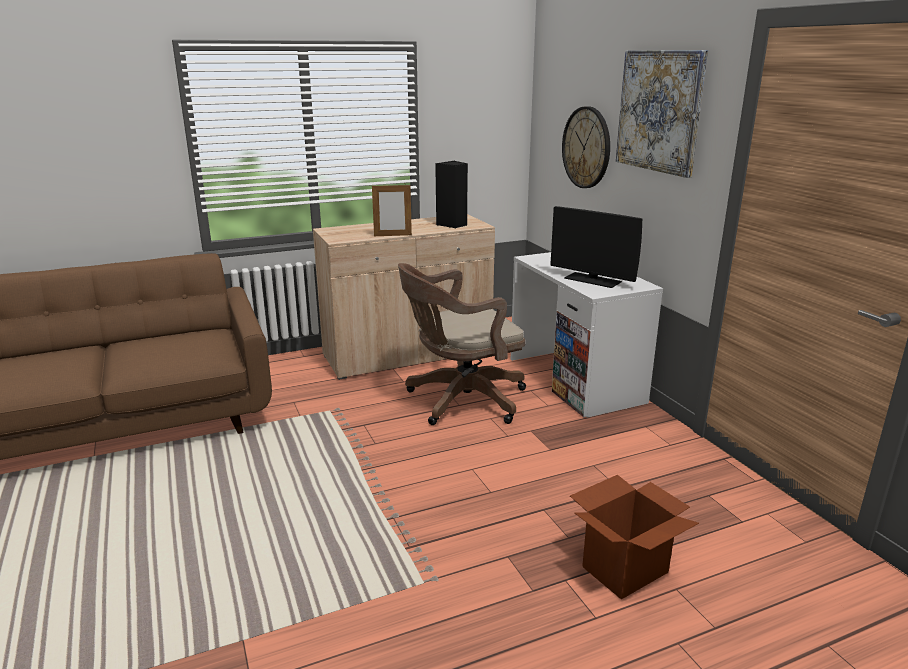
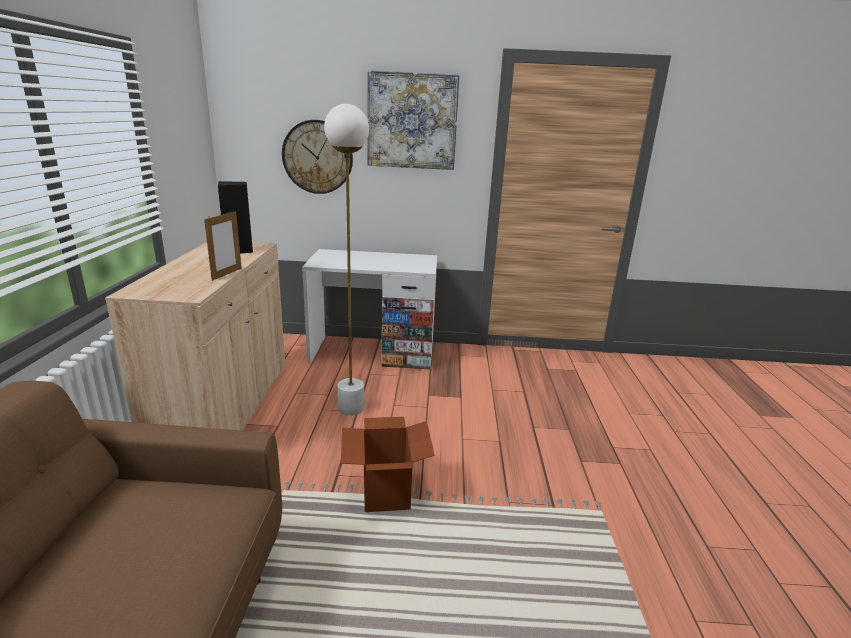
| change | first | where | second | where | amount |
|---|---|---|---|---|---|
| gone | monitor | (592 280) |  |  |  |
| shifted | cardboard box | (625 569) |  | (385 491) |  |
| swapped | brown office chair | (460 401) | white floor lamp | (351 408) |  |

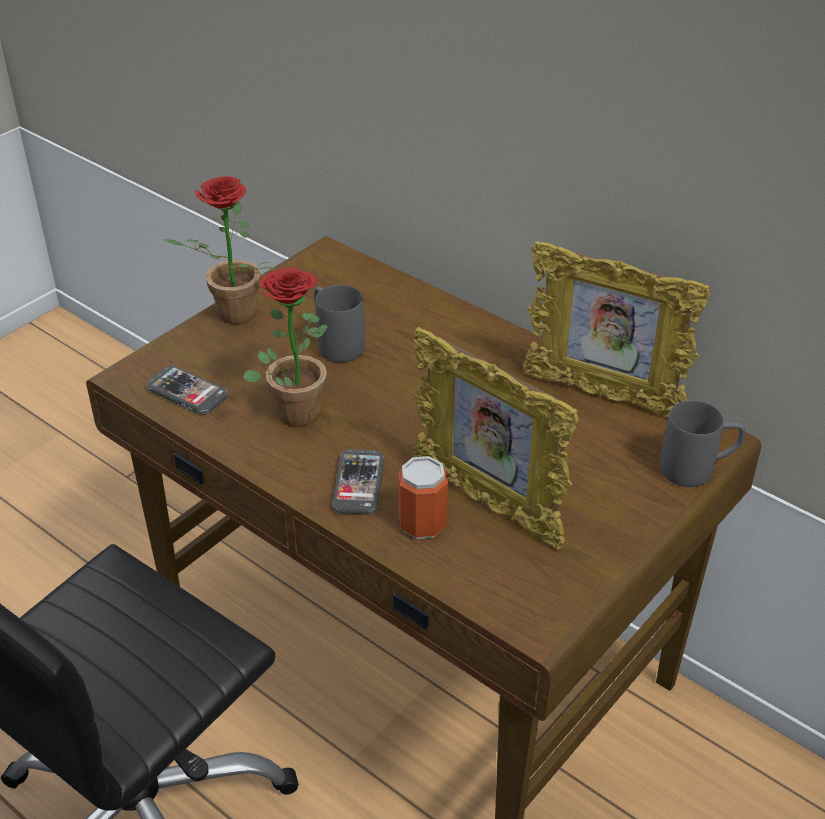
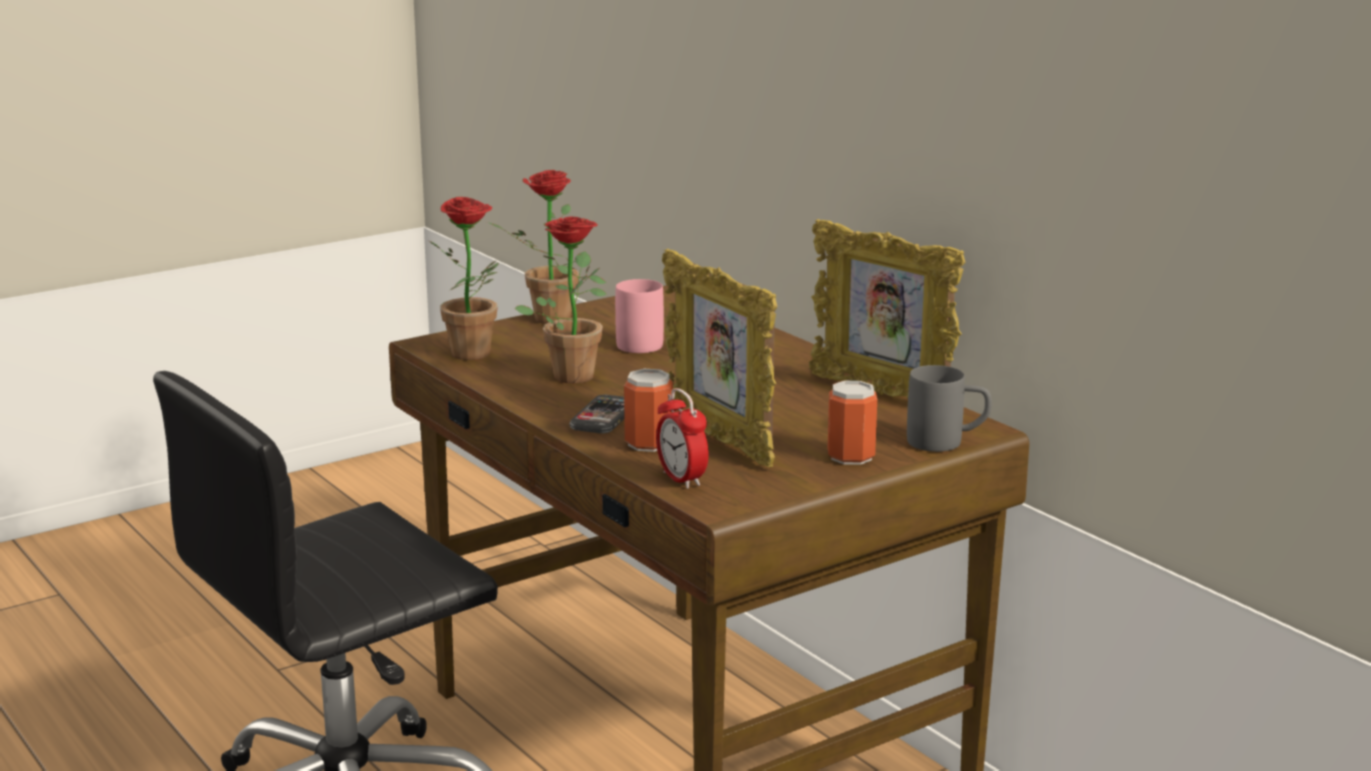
| change | first | where | second | where | amount |
|---|---|---|---|---|---|
| new |  |  | alarm clock | (681 479) |  |
| new |  |  | can | (851 456) |  |
| swapped | phone | (187 392) | potted plant | (476 355) |  |
| repainted | grey mug | (335 343) | pink mug | (636 342) |  |

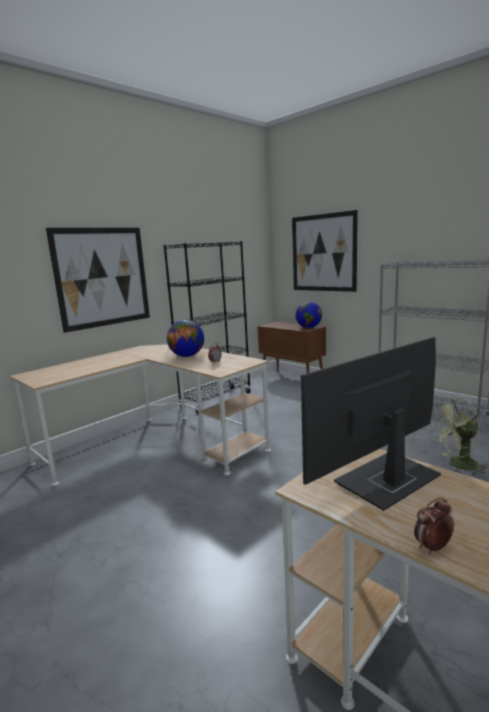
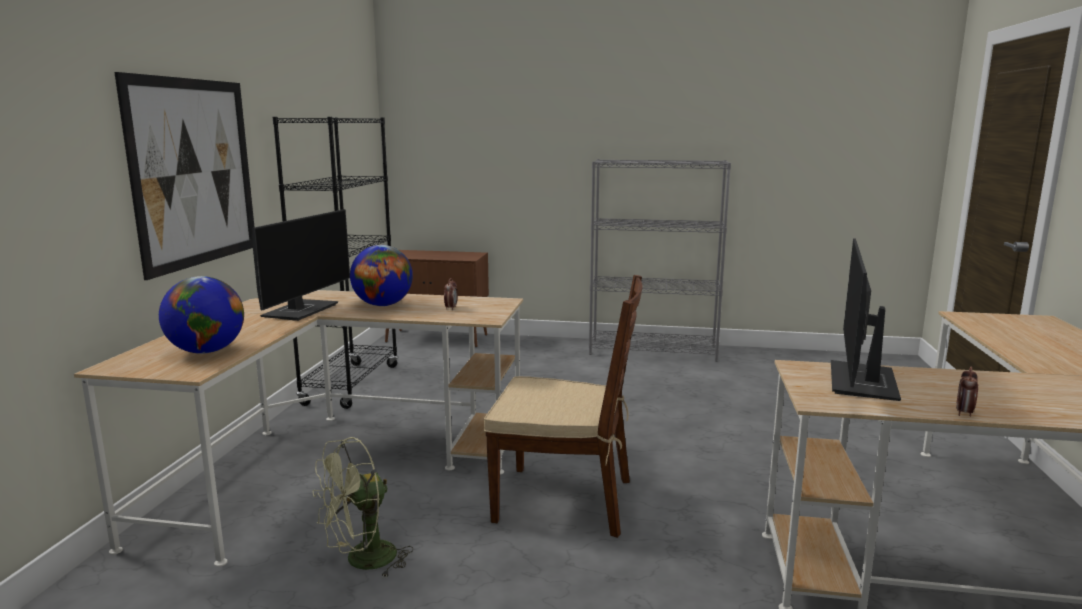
| change | first | where | second | where | amount |
|---|---|---|---|---|---|
| gone | picture | (323 253) |  |  |  |
| new |  |  | monitor | (301 310) |  |
| new |  |  | brown chair | (565 500) |  |
| shifted | globe | (308 327) |  | (206 351) |  |
| shifted | green fan | (458 465) |  | (362 561) |  |

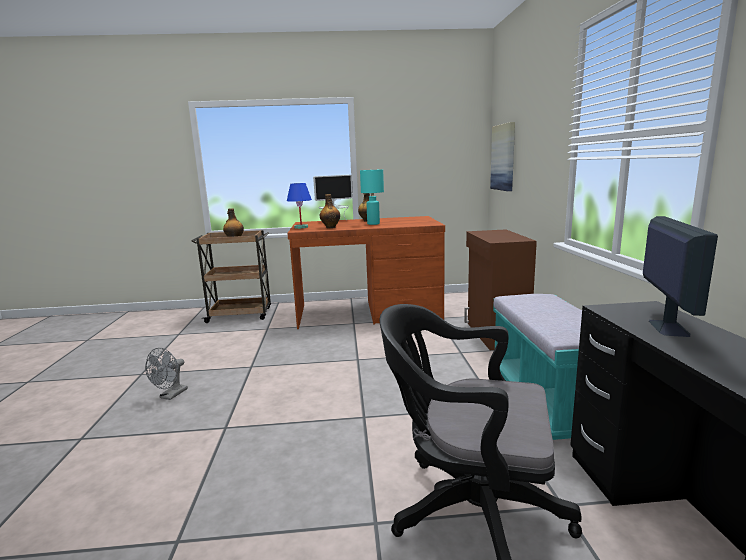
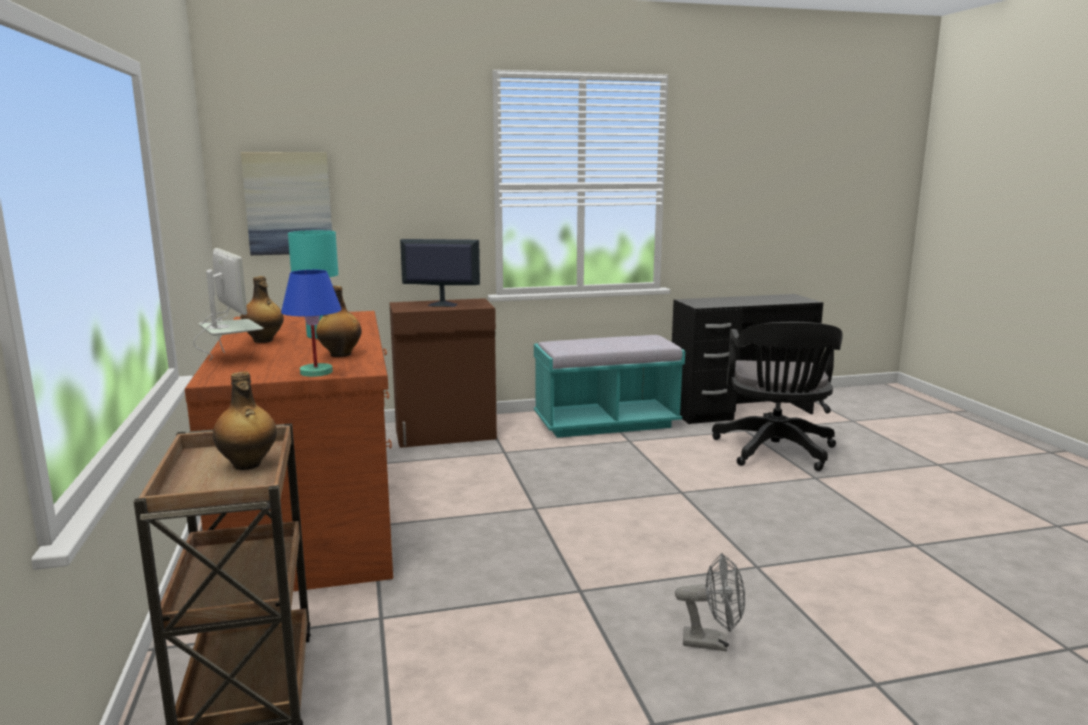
| change | first | where | second | where | amount |
|---|---|---|---|---|---|
| shifted | monitor | (667 327) |  | (441 305) |  |

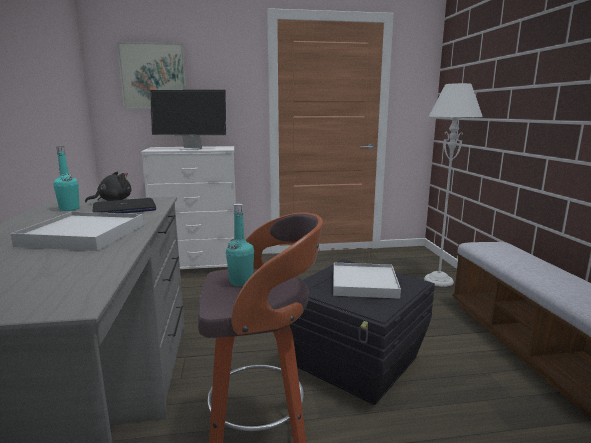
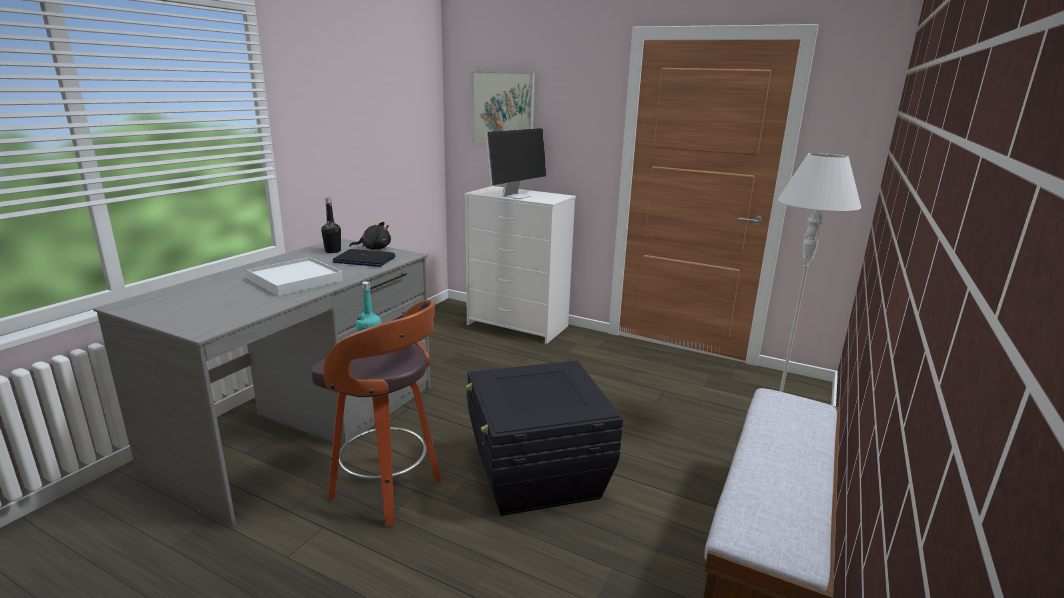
| change | first | where | second | where | amount |
|---|---|---|---|---|---|
| gone | white tray | (364 283) |  |  |  |
| repainted | turquoise bottle | (69 209) | black bottle | (333 251) |  |
| rotated | monitor | (192 149) |  | (516 196) | 90 degrees counterclockwise |

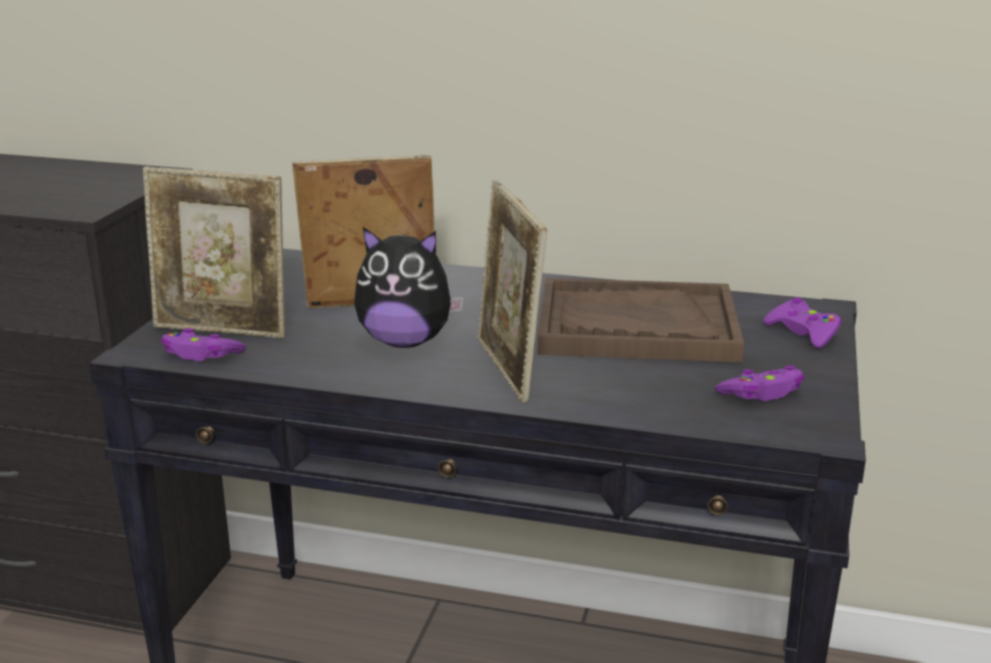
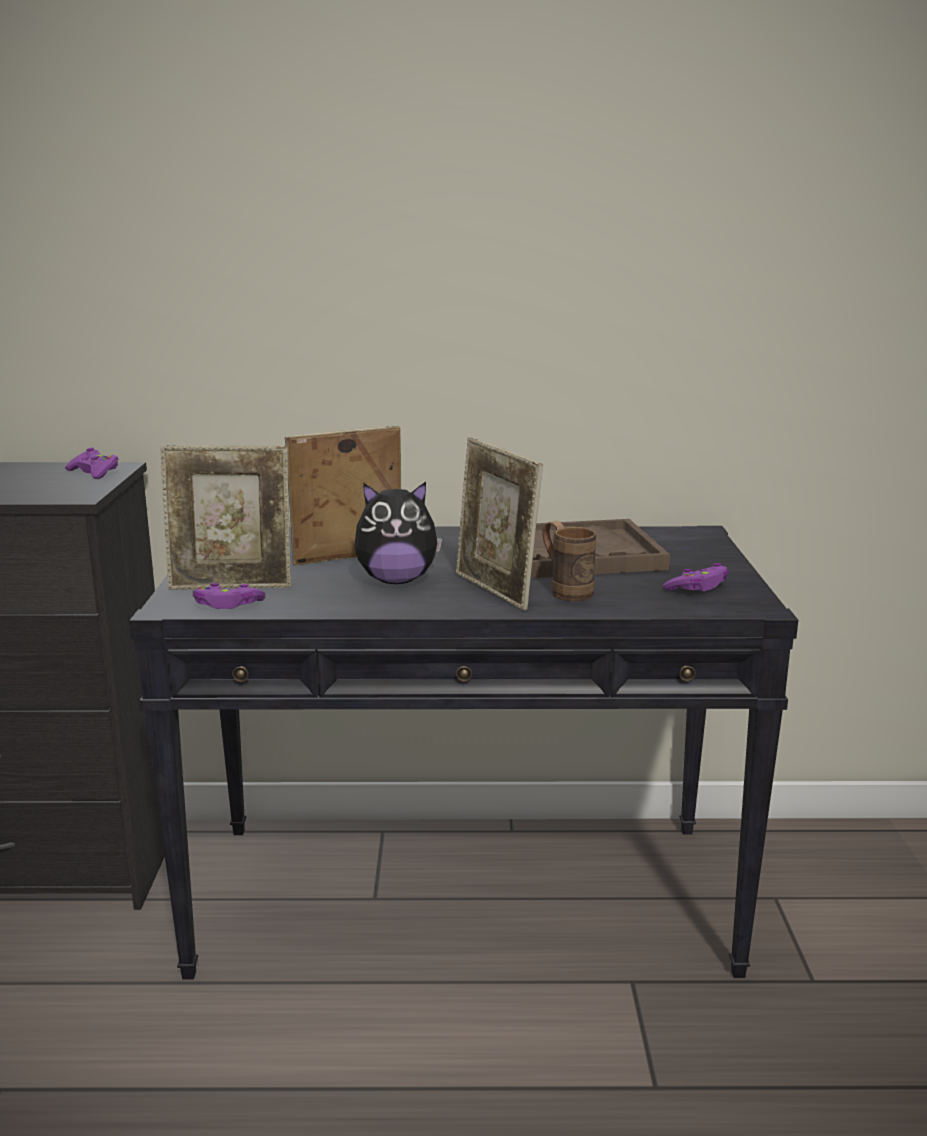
| change | first | where | second | where | amount |
|---|---|---|---|---|---|
| new |  |  | brown mug | (565 591) |  |
| shifted | purple game controller | (803 332) |  | (94 472) |  |

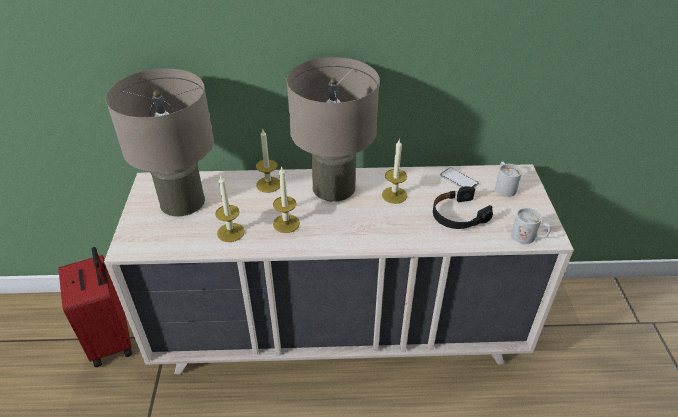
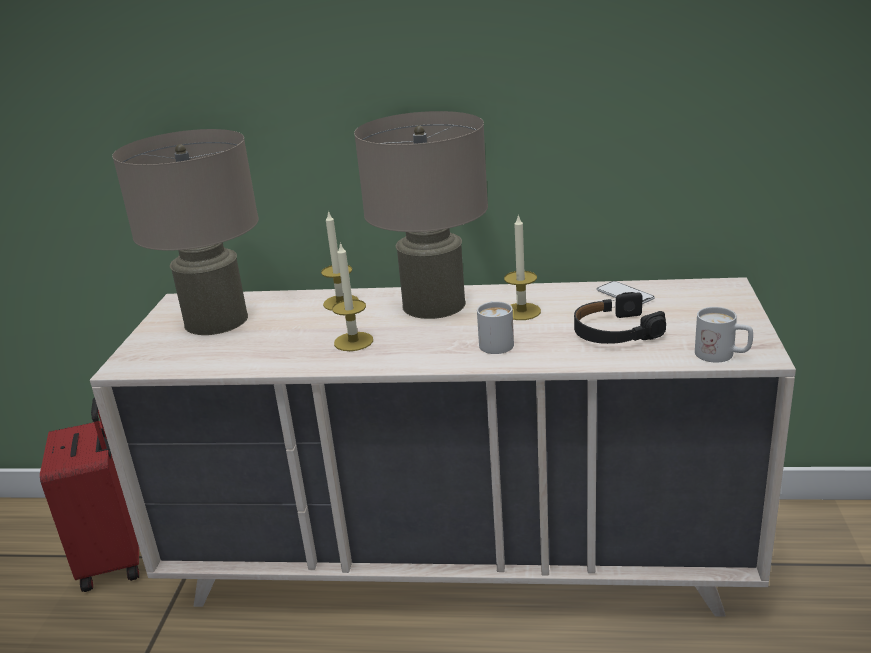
| change | first | where | second | where | amount |
|---|---|---|---|---|---|
| gone | candle | (230 232) |  |  |  |
| shifted | white mug | (503 186) |  | (495 342) |  |

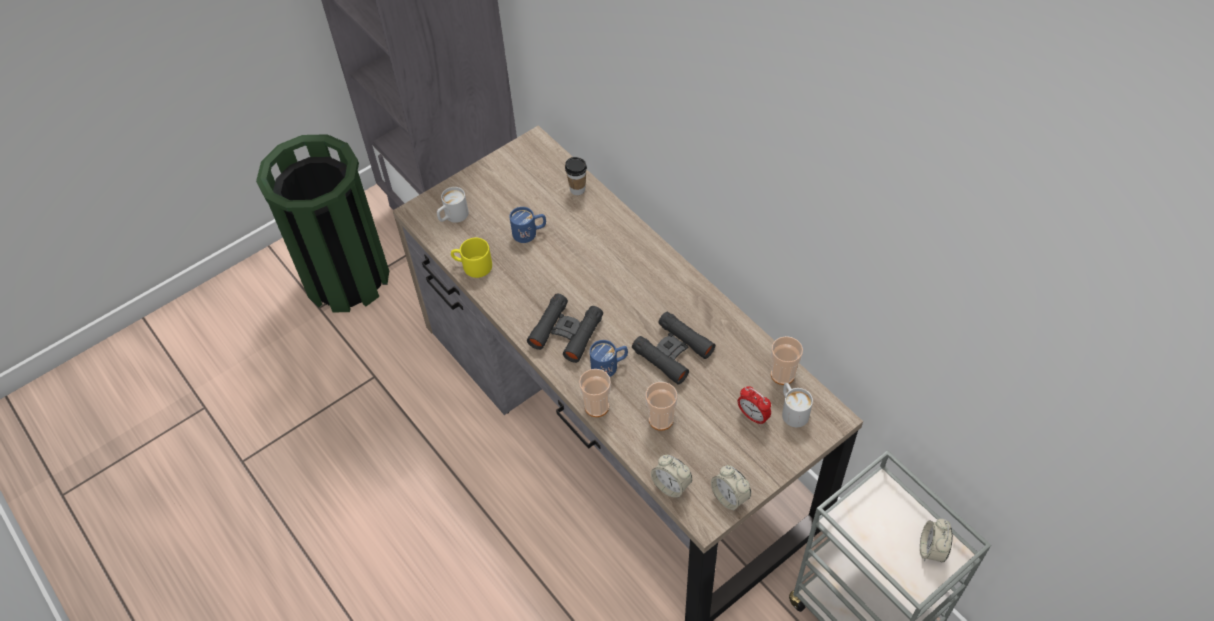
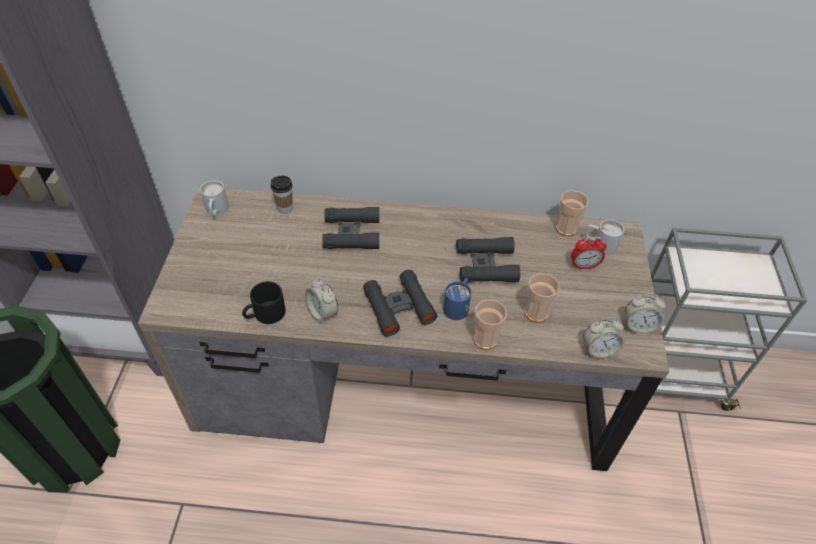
| change | first | where | second | where | amount |
|---|---|---|---|---|---|
| gone | blue mug | (529 233) |  |  |  |
| new |  |  | black binoculars | (352 233) |  |
| shifted | white mug | (452 217) |  | (216 211) |  |
| shifted | alarm clock | (931 549) |  | (323 313) |  |
| repainted | yellow mug | (472 266) | black mug | (265 315) |  |

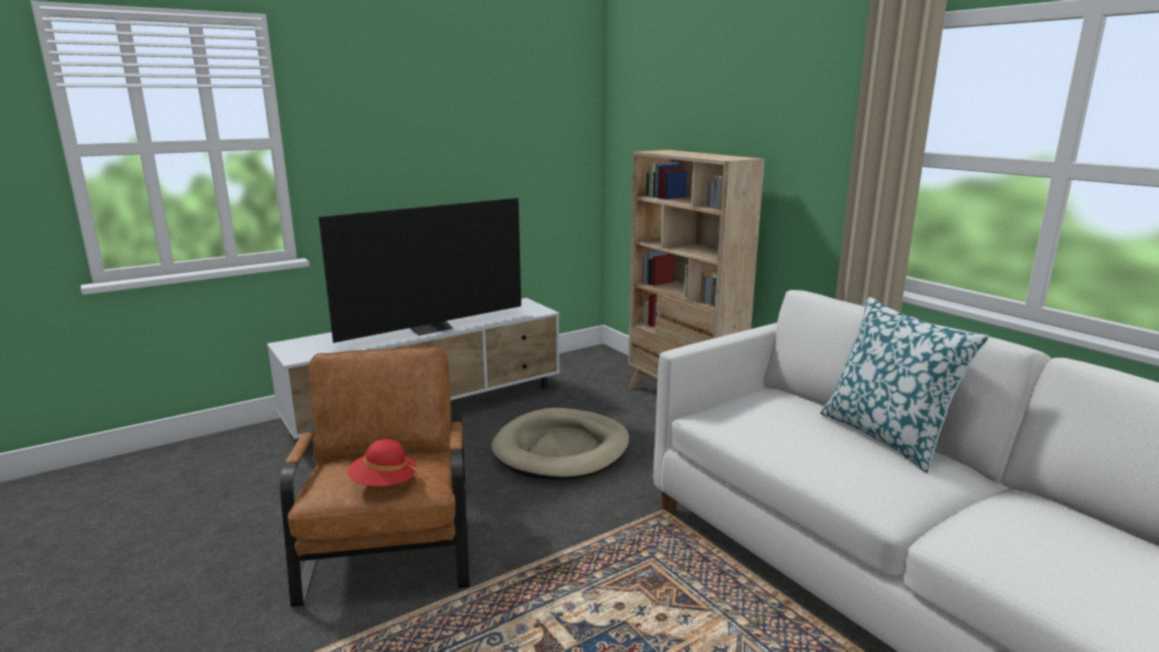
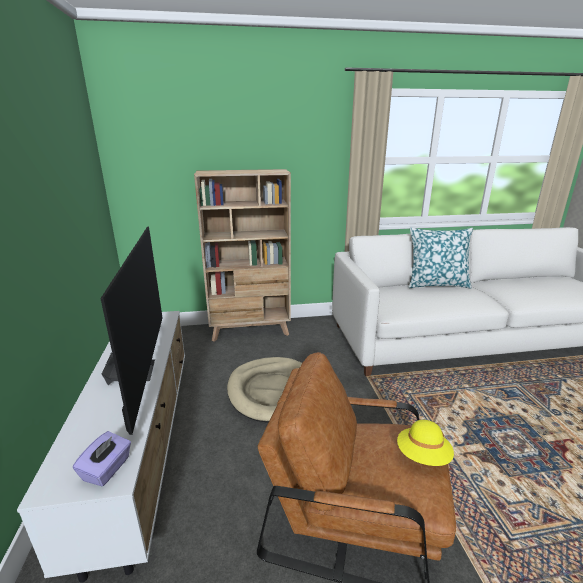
| change | first | where | second | where | amount |
|---|---|---|---|---|---|
| new |  |  | purple tissue box | (107 469) |  |
| repainted | red hat | (383 484) | yellow hat | (423 456) |  |

